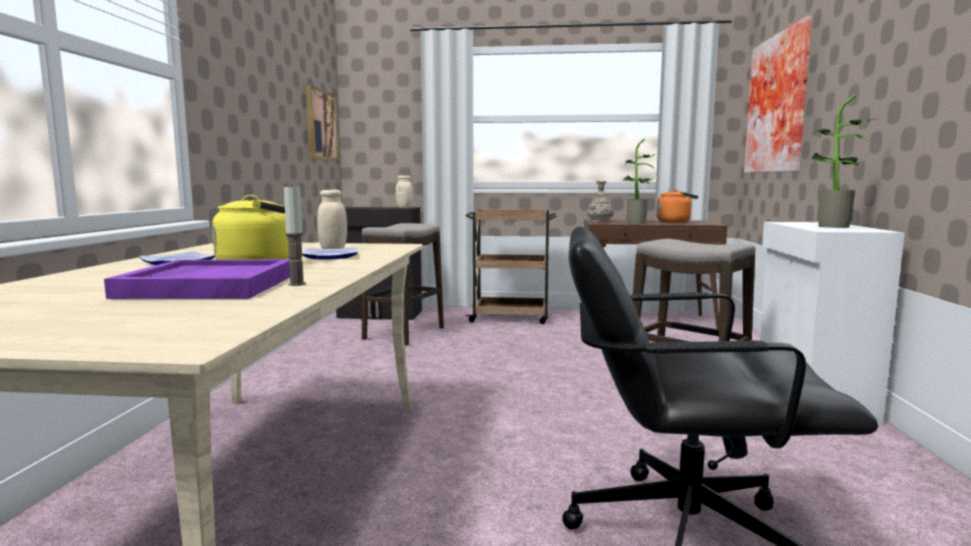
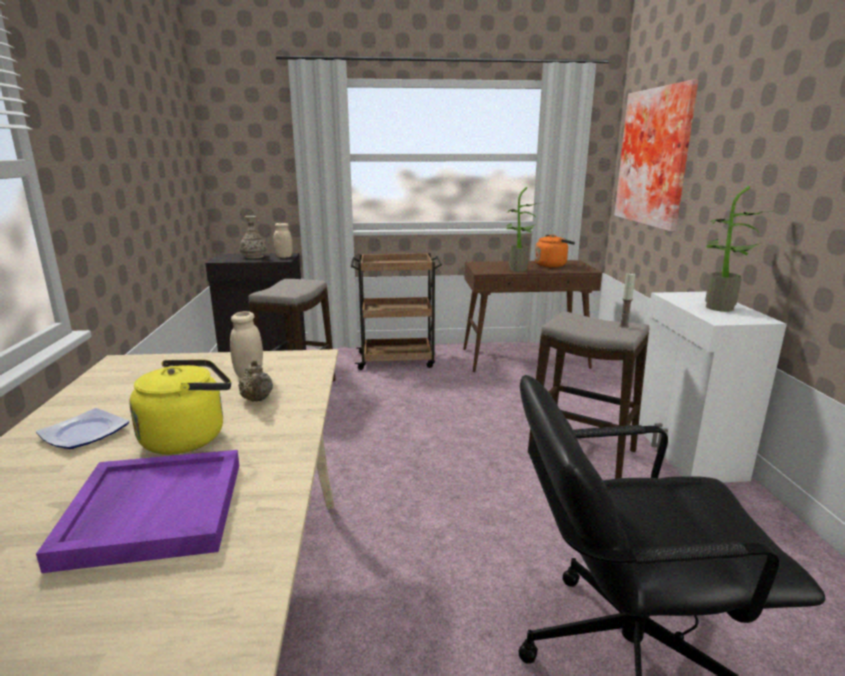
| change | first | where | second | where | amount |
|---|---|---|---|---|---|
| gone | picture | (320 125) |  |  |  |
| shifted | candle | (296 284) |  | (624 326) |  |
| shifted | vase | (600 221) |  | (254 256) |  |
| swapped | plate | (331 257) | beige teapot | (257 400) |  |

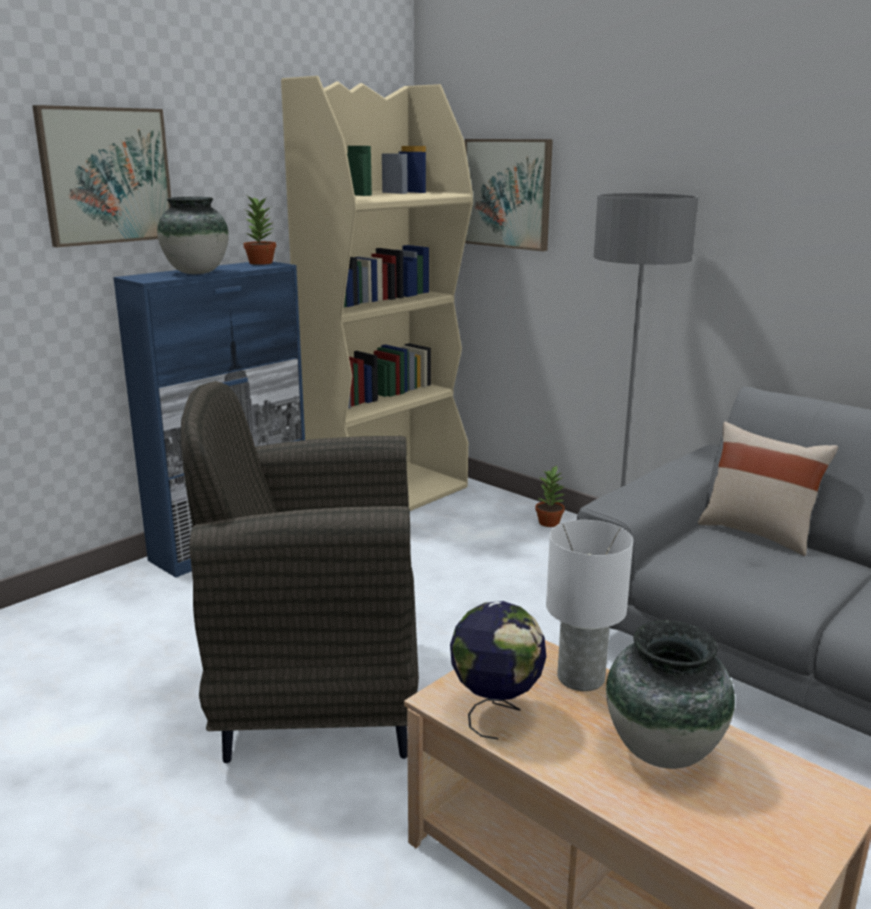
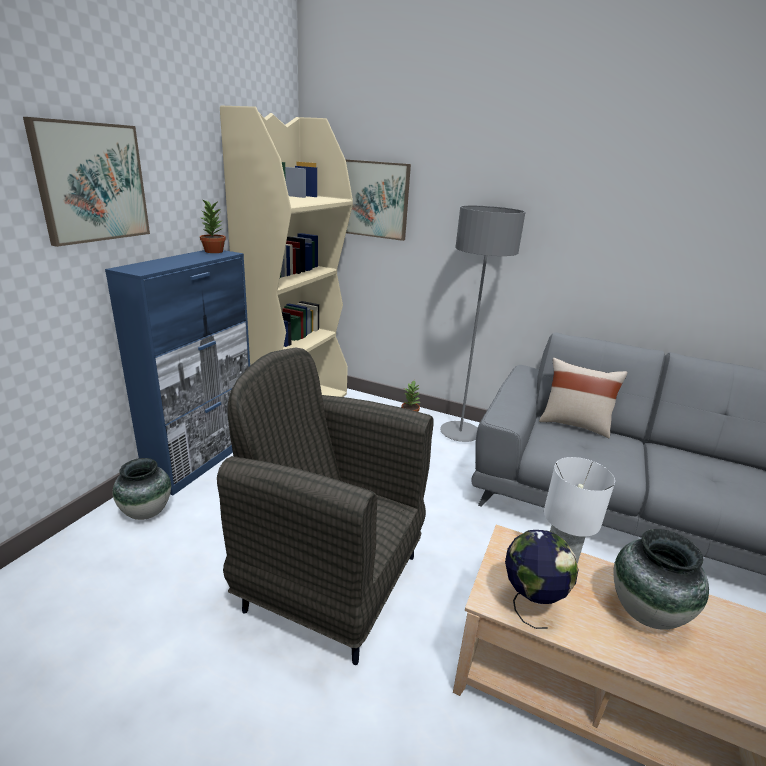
| change | first | where | second | where | amount |
|---|---|---|---|---|---|
| shifted | vase | (196 272) |  | (146 512) |  |
| rotated | grey armchair | (318 697) |  | (330 582) | 45 degrees clockwise |

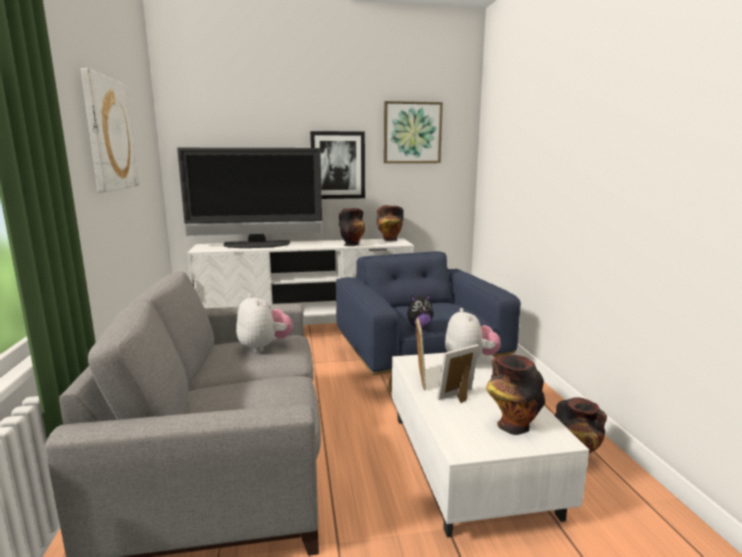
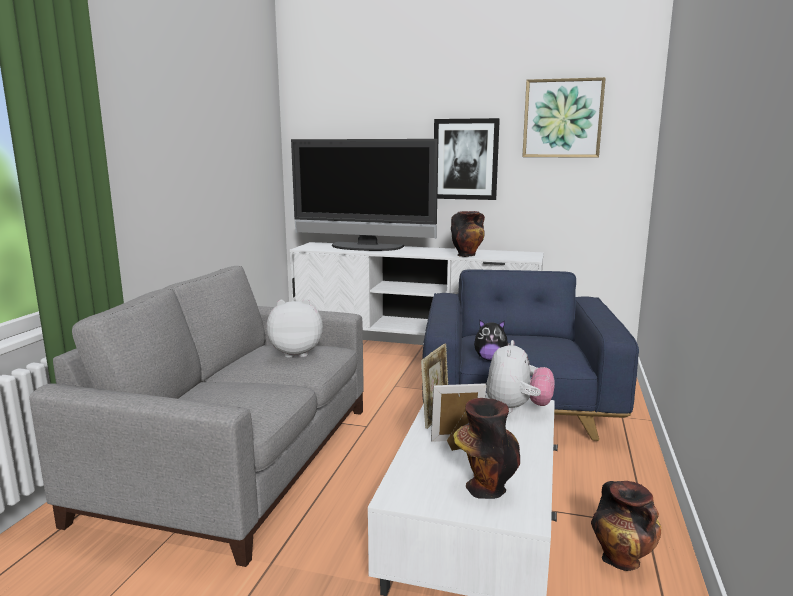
| change | first | where | second | where | amount |
|---|---|---|---|---|---|
| gone | picture | (109 134) |  |  |  |
| gone | vase | (389 239) |  |  |  |
| rotated | plush toy | (264 347) |  | (296 353) | 90 degrees counterclockwise |

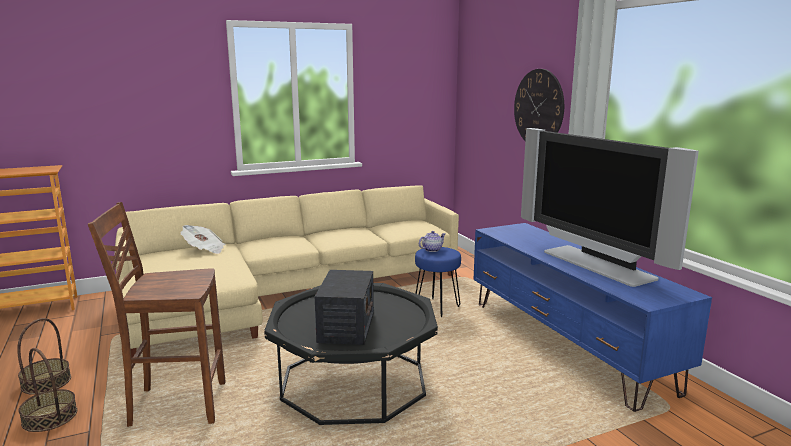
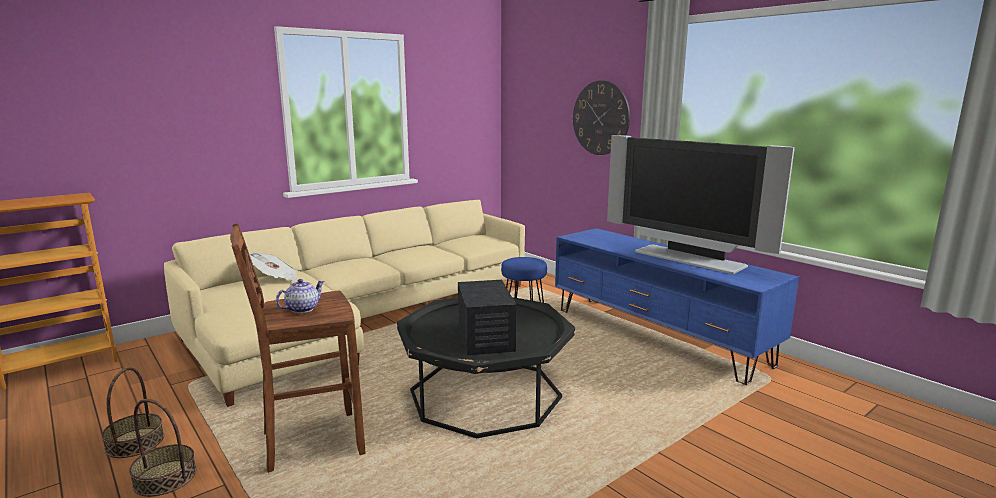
| change | first | where | second | where | amount |
|---|---|---|---|---|---|
| shifted | teapot | (432 249) |  | (302 309) |  |

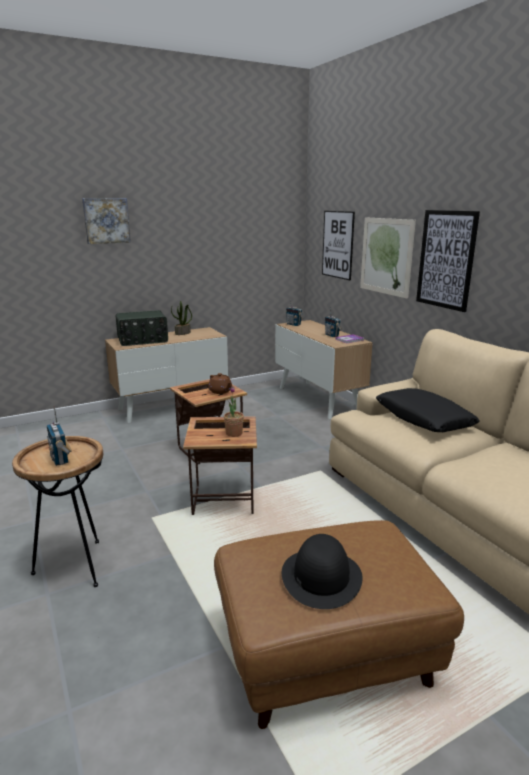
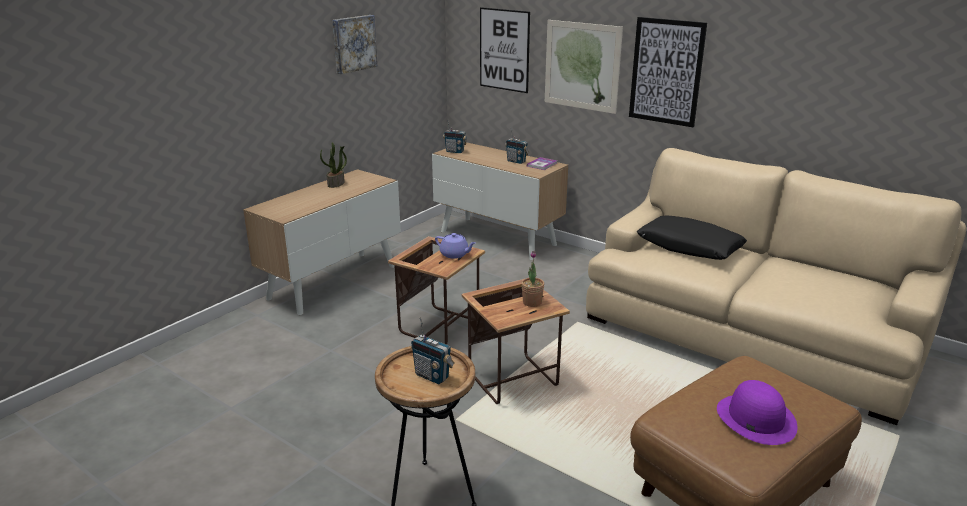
| change | first | where | second | where | amount |
|---|---|---|---|---|---|
| gone | radio | (142 340) |  |  |  |
| shifted | picture | (106 220) |  | (353 43) |  |
| repainted | brown teapot | (220 391) | purple teapot | (455 254) |  |
| repainted | black hat | (321 576) | purple hat | (755 418) |  |

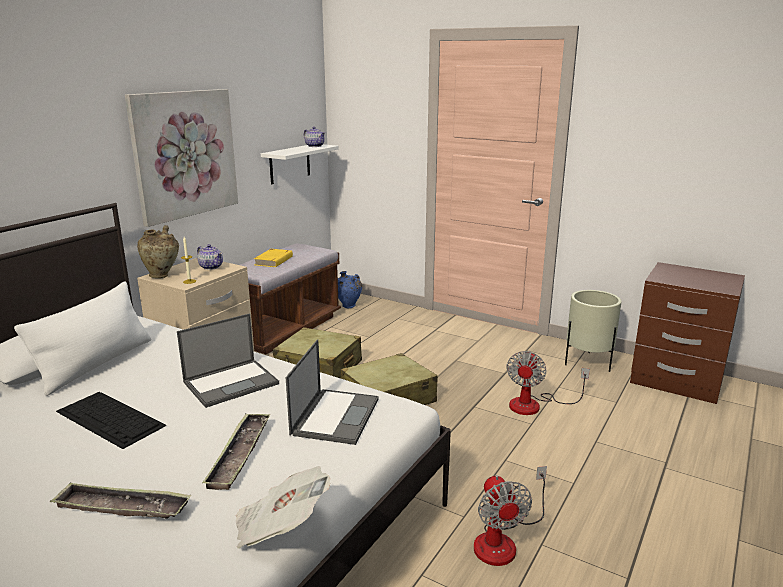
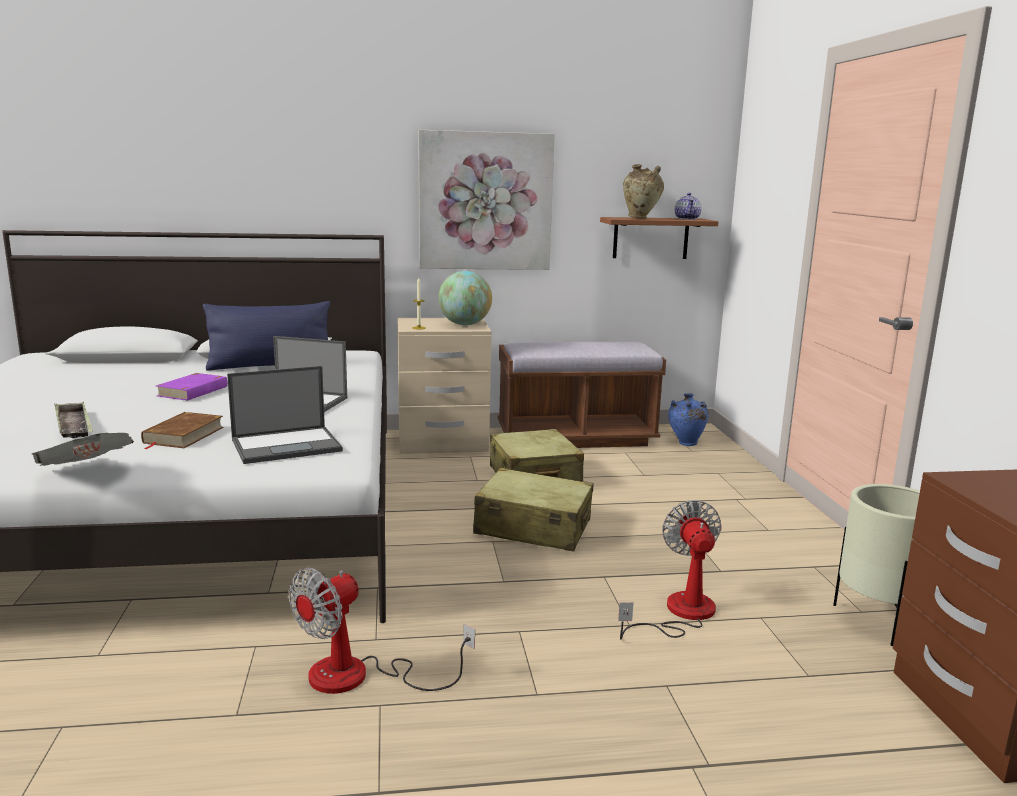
| change | first | where | second | where | amount |
|---|---|---|---|---|---|
| gone | yellow book | (274 261) |  |  |  |
| shifted | beige vase | (162 276) |  | (641 218) |  |
| swapped | keyboard | (111 418) | purple book | (193 391) |  |
| swapped | teapot | (211 267) | globe | (465 324) |  |
| swapped | tray | (239 454) | brown book | (183 435) |  |
| repainted | white pillow | (96 364) | blue pillow | (271 366) |  |
| repainted | white shelf | (290 164) | brown shelf | (650 238) |  |
| rotated | fan | (534 405) |  | (679 613) | 105 degrees clockwise |

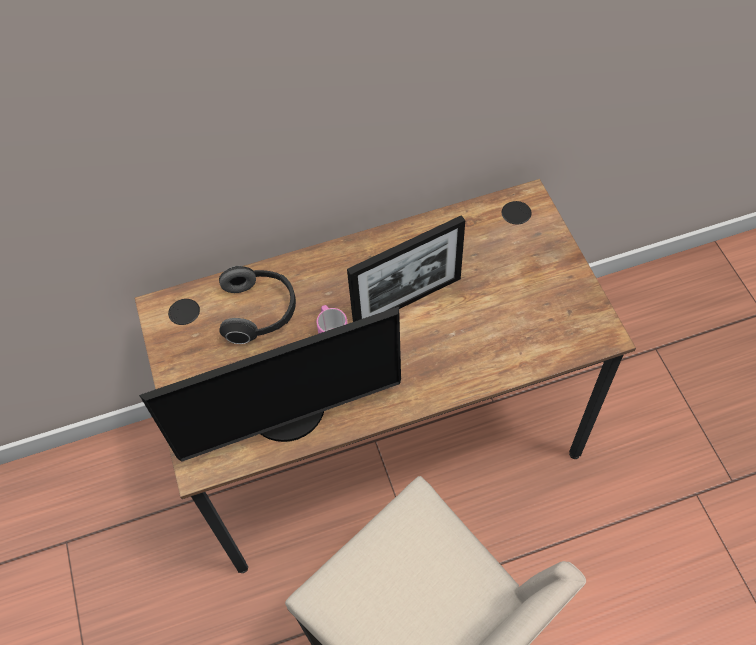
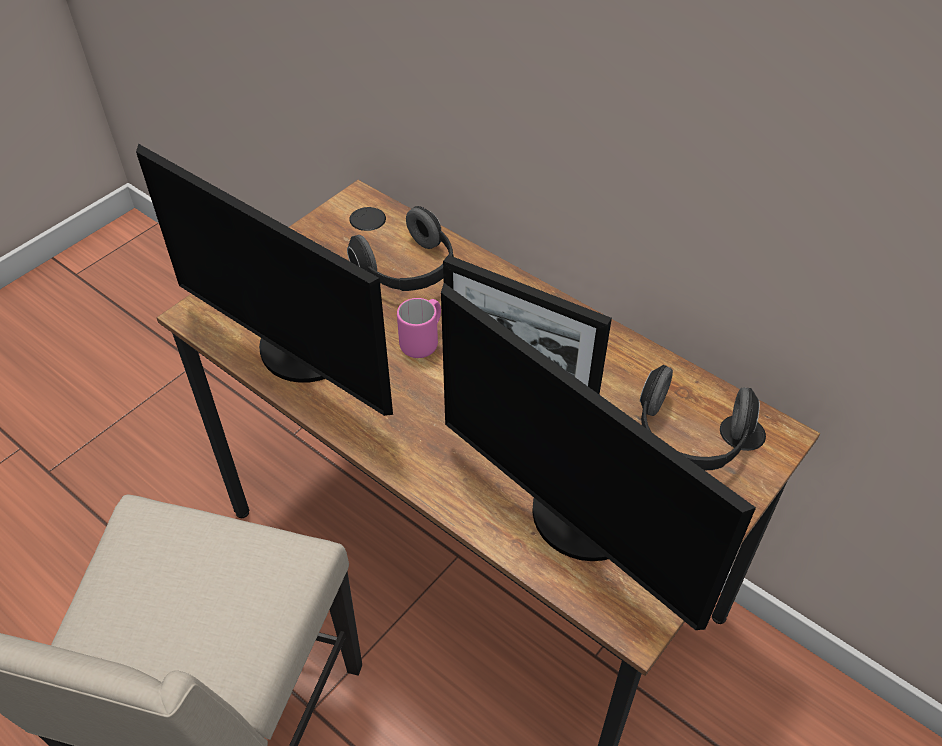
| change | first | where | second | where | amount |
|---|---|---|---|---|---|
| new |  |  | monitor | (579 520) |  |
| new |  |  | headphones | (689 438) |  |

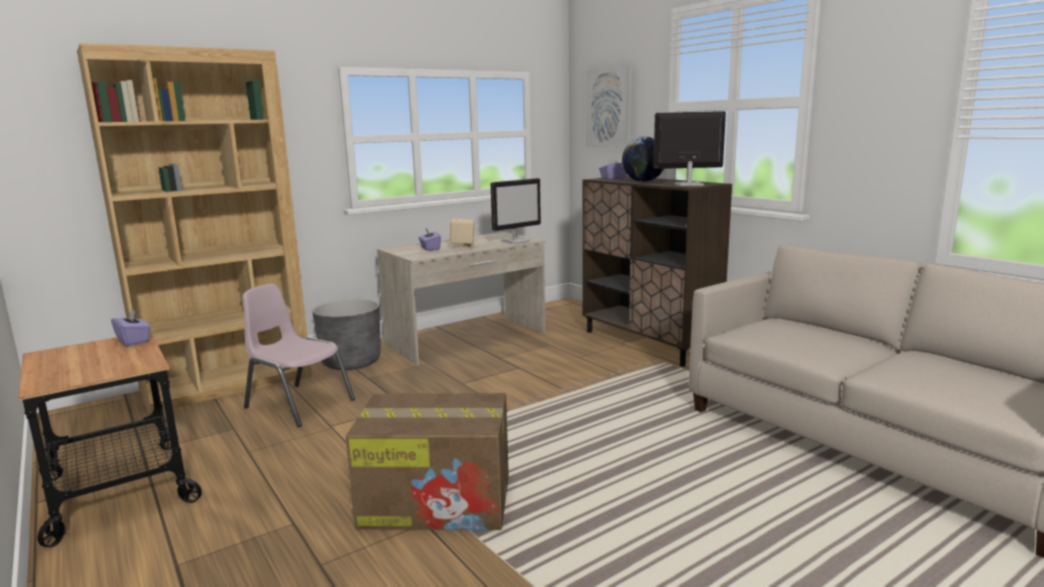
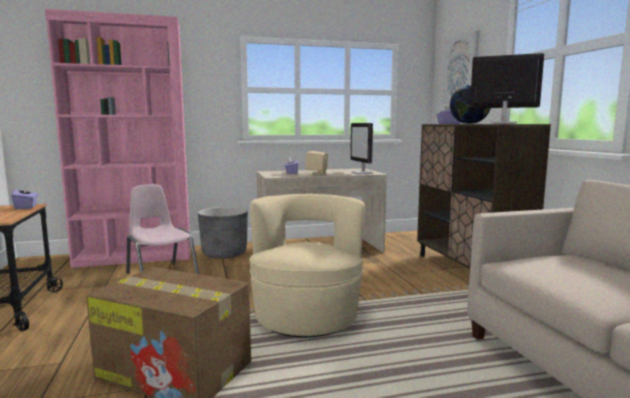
| change | first | where | second | where | amount |
|---|---|---|---|---|---|
| new |  |  | beige armchair | (306 316) |  |
| repainted | brown bookcase | (228 384) | pink bookcase | (135 256) |  |
| rotated | monitor | (515 241) |  | (362 173) | 90 degrees clockwise |

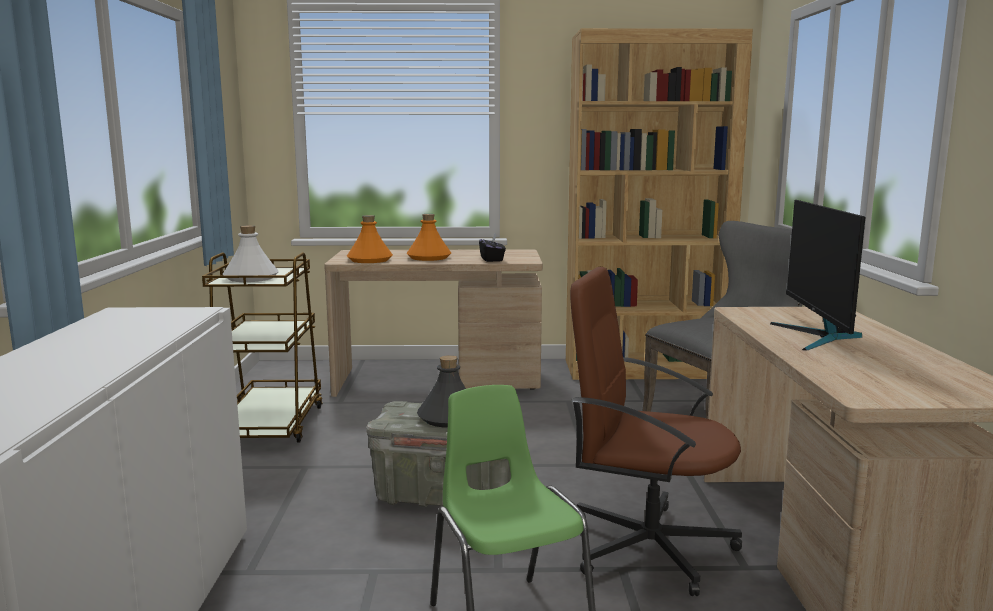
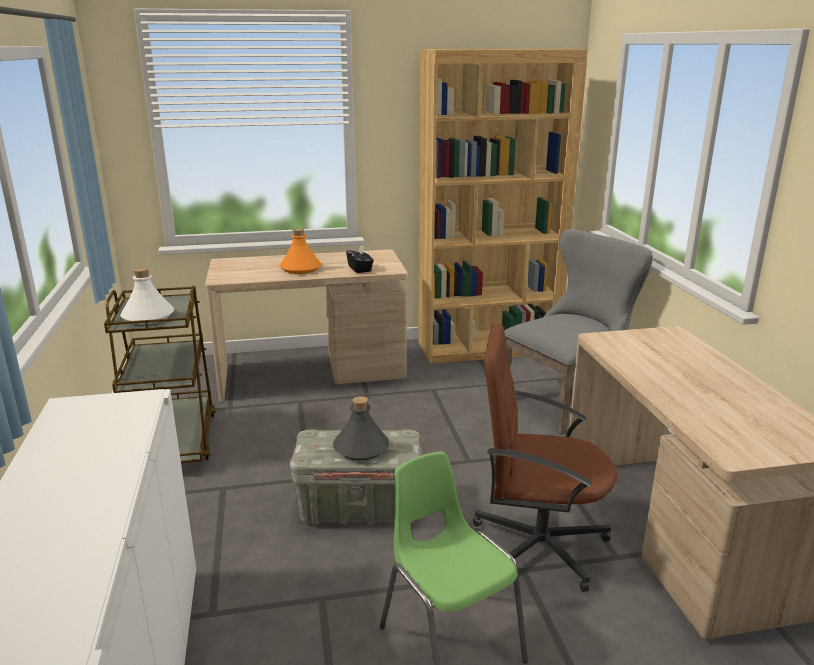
| change | first | where | second | where | amount |
|---|---|---|---|---|---|
| gone | orange bottle | (370 260) |  |  |  |
| gone | monitor | (818 337) |  |  |  |

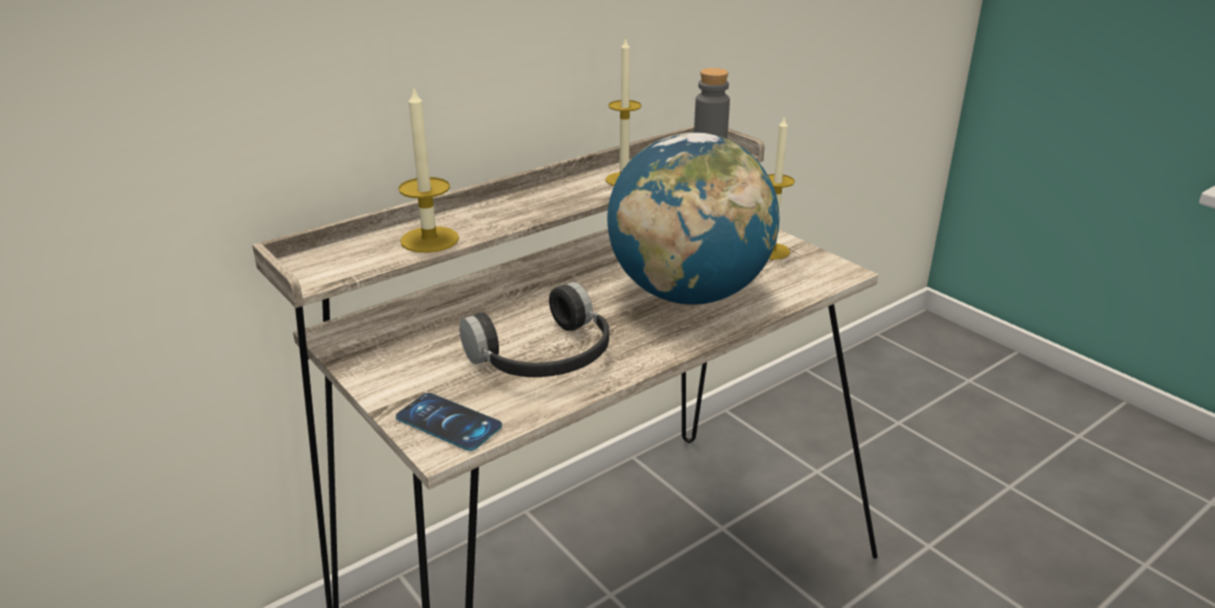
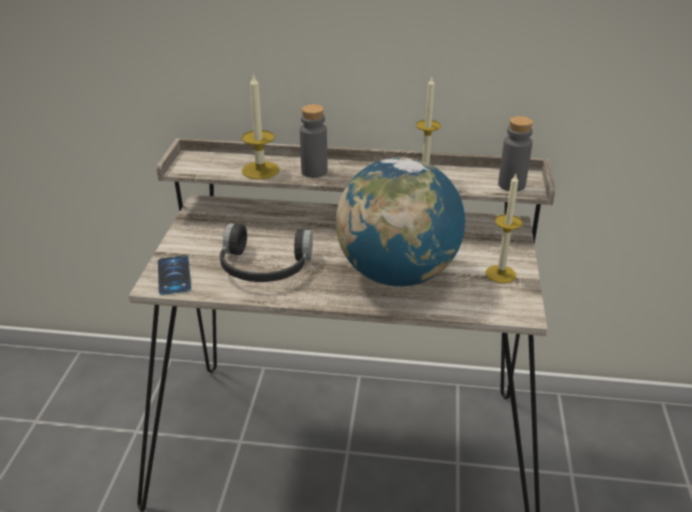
| change | first | where | second | where | amount |
|---|---|---|---|---|---|
| new |  |  | grey bottle | (314 171) |  |

